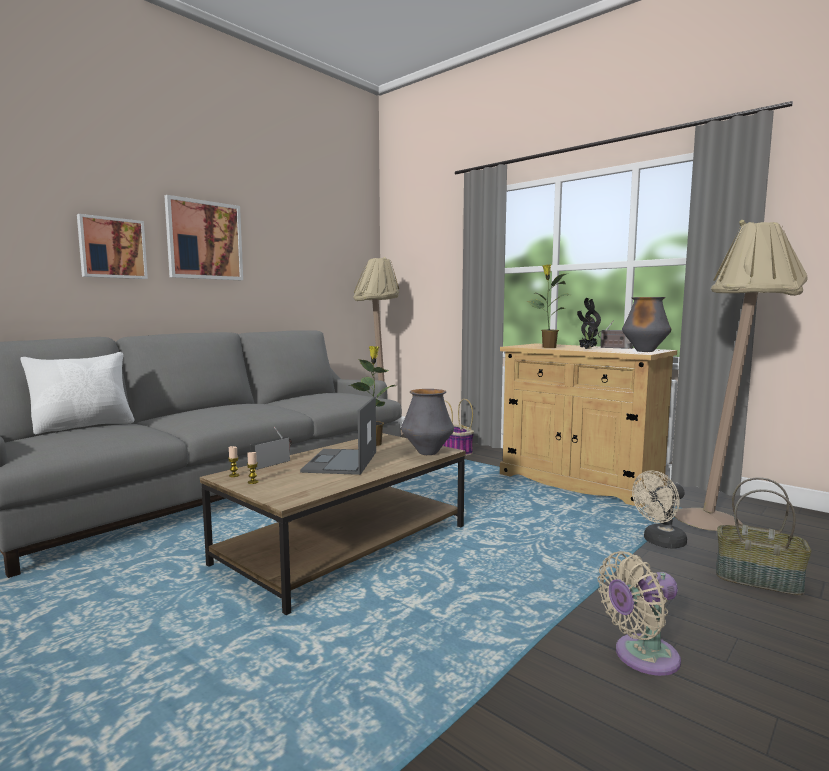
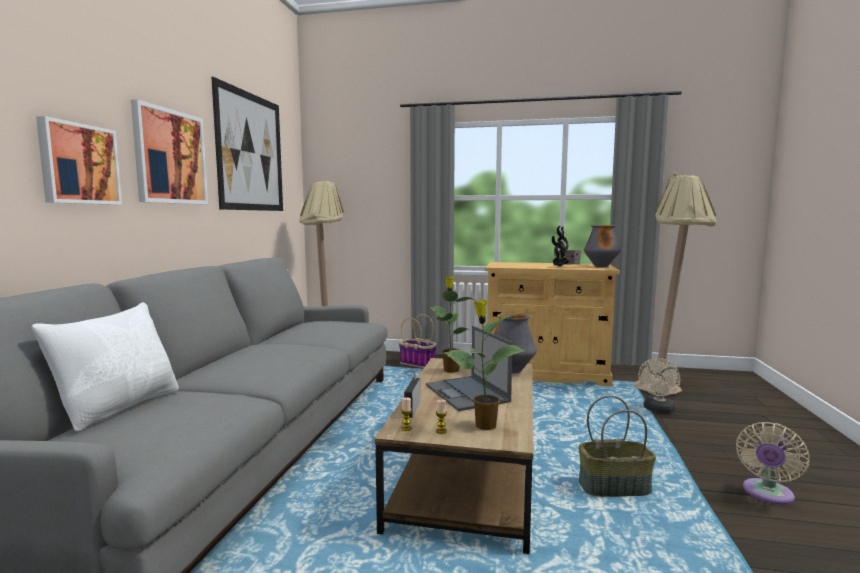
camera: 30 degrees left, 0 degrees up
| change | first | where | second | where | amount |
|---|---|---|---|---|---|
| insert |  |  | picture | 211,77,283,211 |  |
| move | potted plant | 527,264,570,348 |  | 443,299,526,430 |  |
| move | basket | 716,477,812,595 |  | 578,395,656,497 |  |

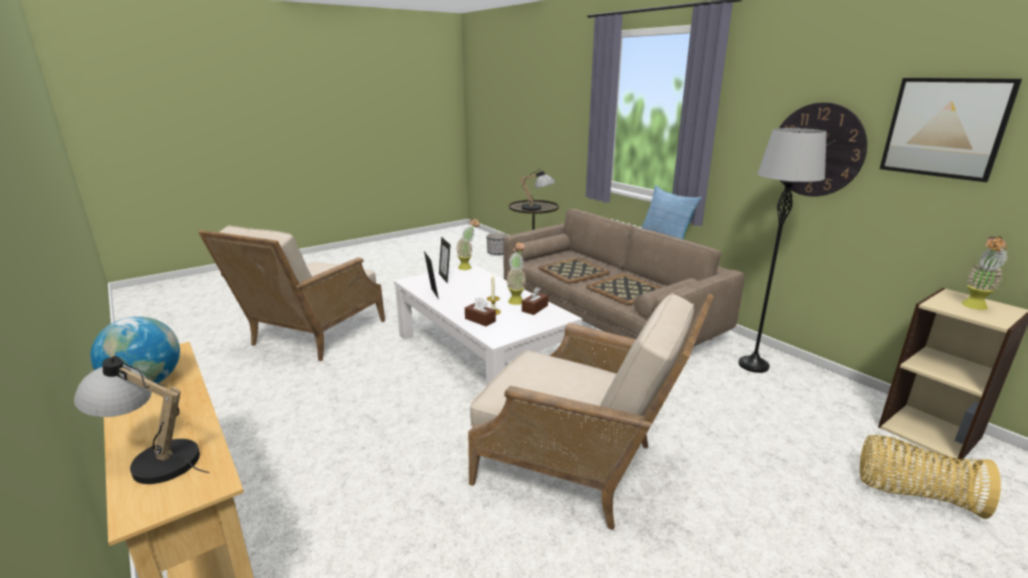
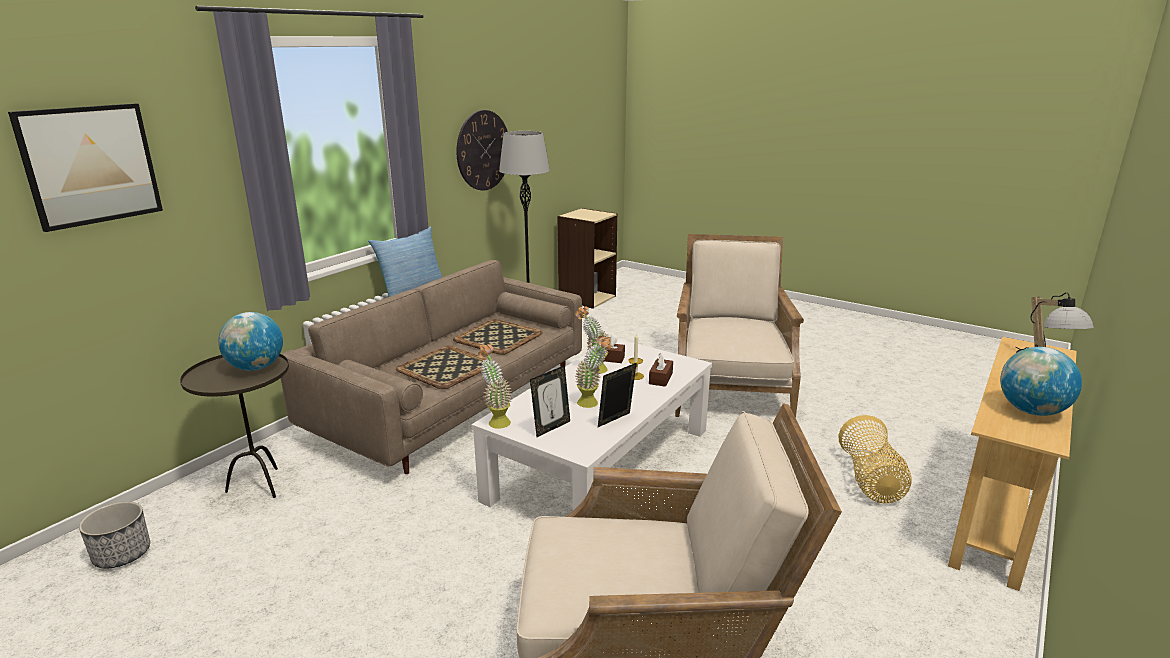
camera: 110 degrees left, 0 degrees up
| change | first | where | second | where | amount |
|---|---|---|---|---|---|
| move | basket | 860,435,1001,519 |  | 839,415,912,503 |  |
| move | picture | 880,78,1022,182 |  | 8,103,163,232 |  |
| move | potted plant | 962,236,1008,310 |  | 575,335,612,408 |  |
| replace | table lamp | 516,169,555,211 | globe | 218,312,283,371 |  |

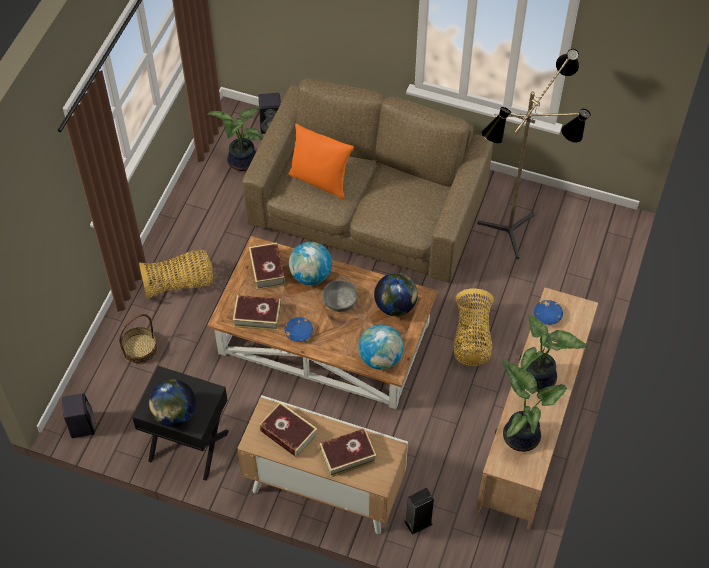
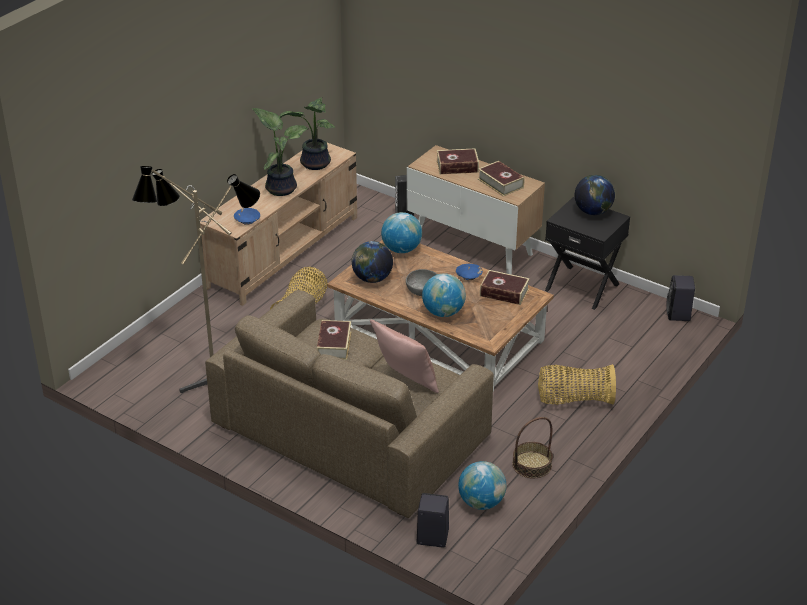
camera: 165 degrees left, 20 degrees down
| change | first | where | second | where | amount |
|---|---|---|---|---|---|
| move | basket | 119,314,158,364 |  | 512,417,553,478 |  |
| move | book | 249,243,285,290 |  | 317,320,351,360 |  |
| replace | potted plant | 207,107,264,171 | globe | 458,461,506,510 |  |
| recolor | orange pillow | 289,123,354,199 | pink pillow | 370,319,439,393 |  |

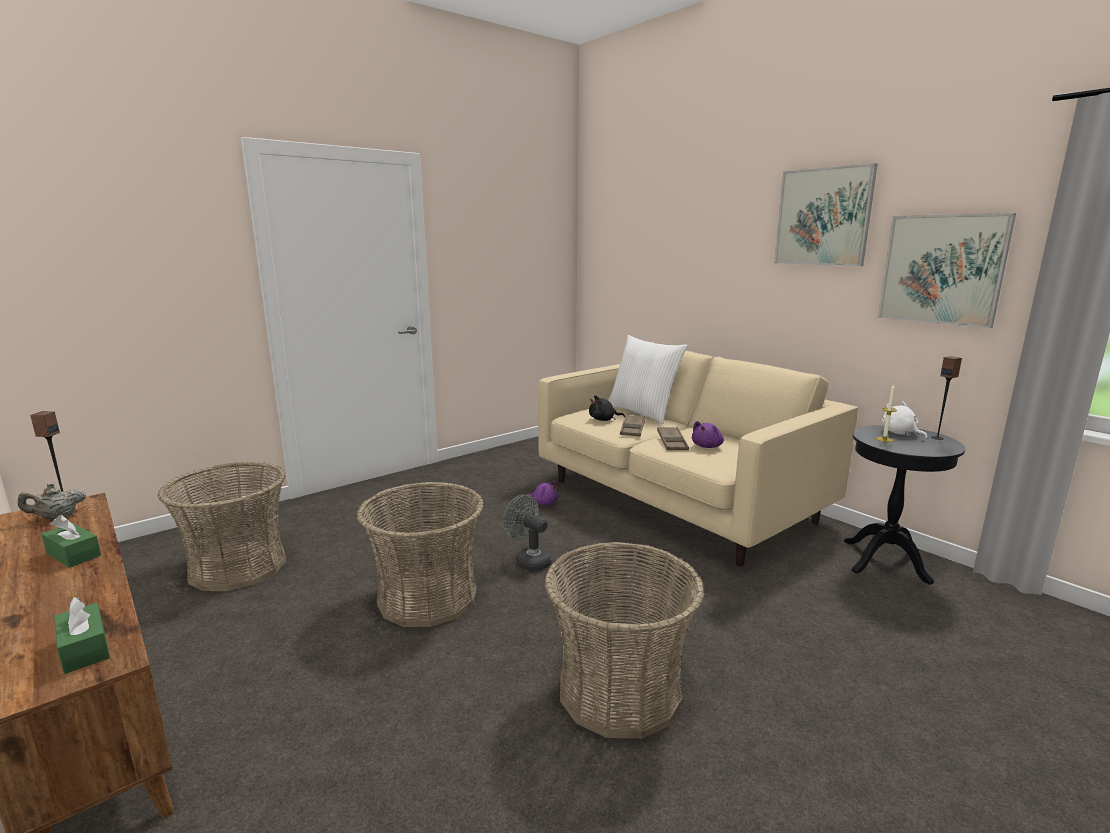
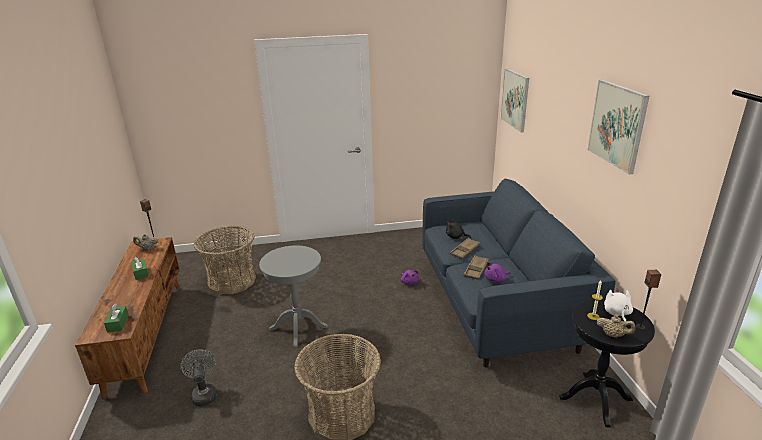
camera: 30 degrees right, 10 degrees up
| change | first | where | second | where | amount |
|---|---|---|---|---|---|
| delete | white pillow | 608,335,687,424 |  |  |  |
| insert |  |  | beige teapot | 597,314,636,338 |  |
| move | grey fan | 503,494,552,571 |  | 180,349,218,406 |  |
| move | picture | 878,213,1016,328 |  | 500,68,529,133 |  |
| replace | basket | 357,482,484,627 | grey side table | 259,245,328,347 |  |
| recolor | beige sofa | 538,351,858,567 | blue sofa | 422,179,616,368 |  |

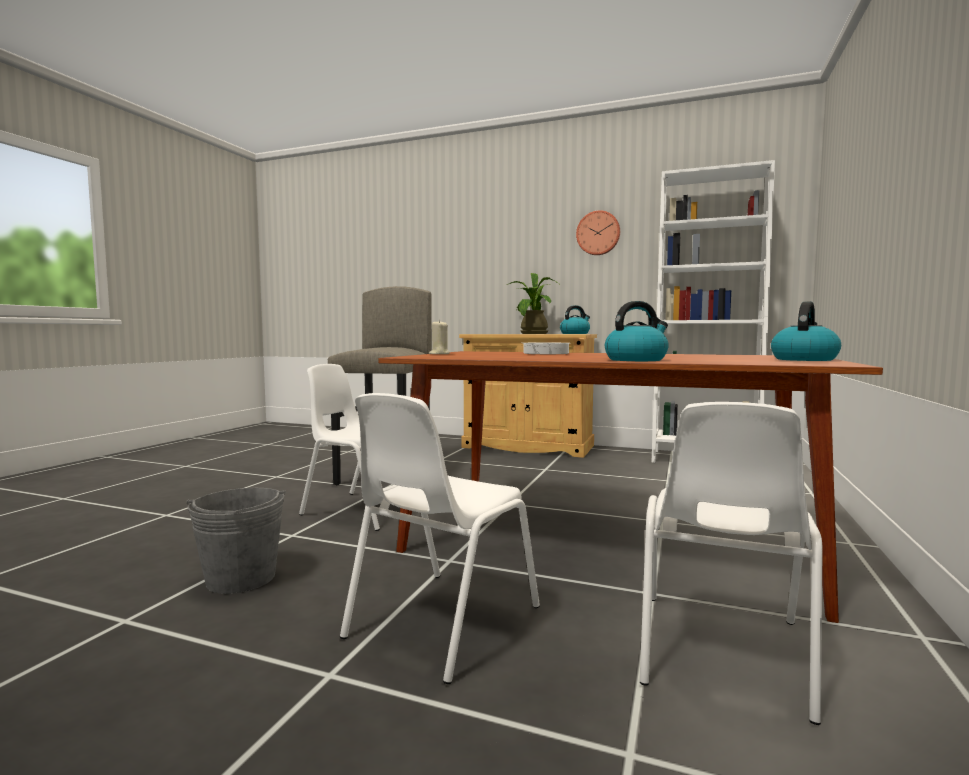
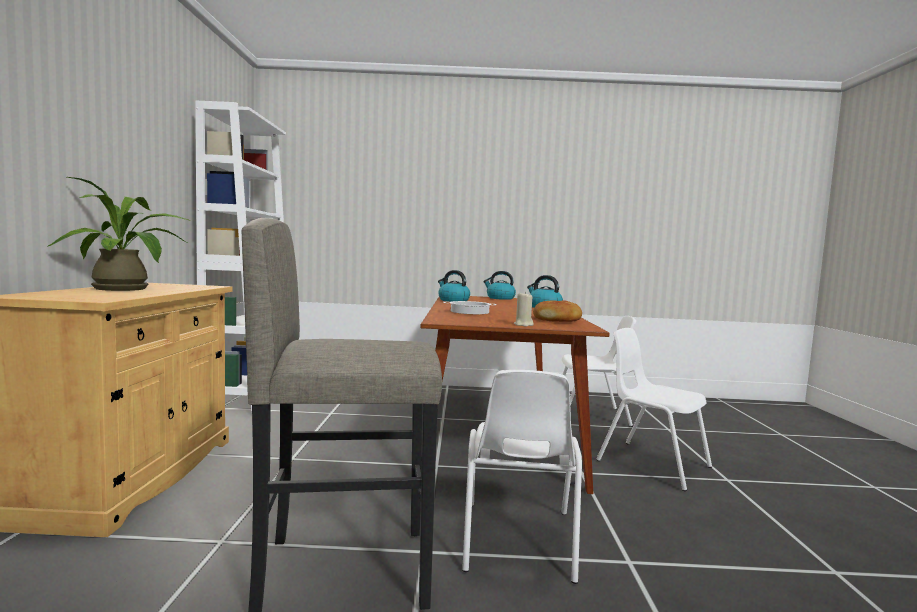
camera: 110 degrees left, 0 degrees up
| change | first | where | second | where | amount |
|---|---|---|---|---|---|
| delete | grey bucket | 186,488,286,594 |  |  |  |
| delete | wall clock | 576,210,620,255 |  |  |  |
| insert |  |  | bread | 533,300,582,322 |  |
| move | kettle | 560,305,590,334 |  | 438,270,470,302 |  |
| rotate | white chair | 340,393,540,684 |  | 596,328,712,491 | 150 degrees counterclockwise |

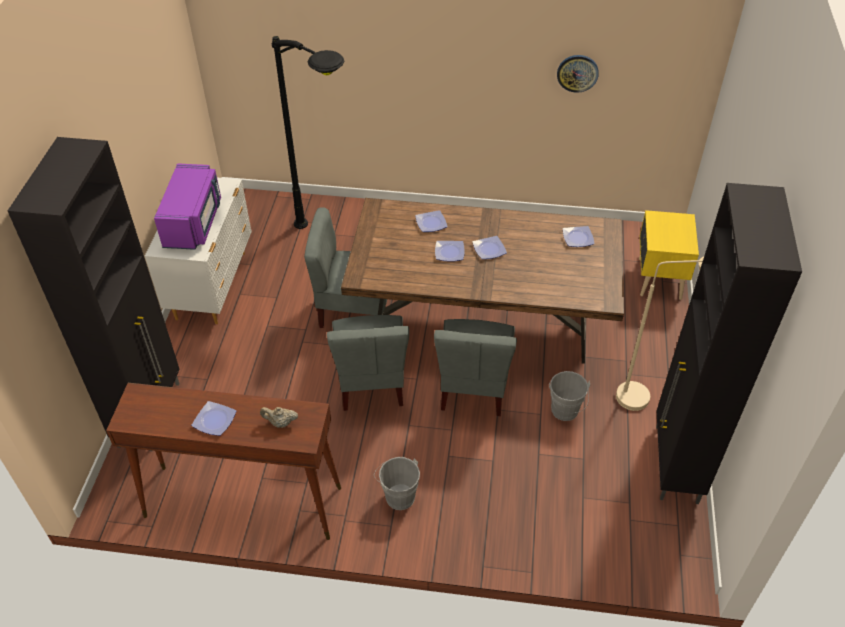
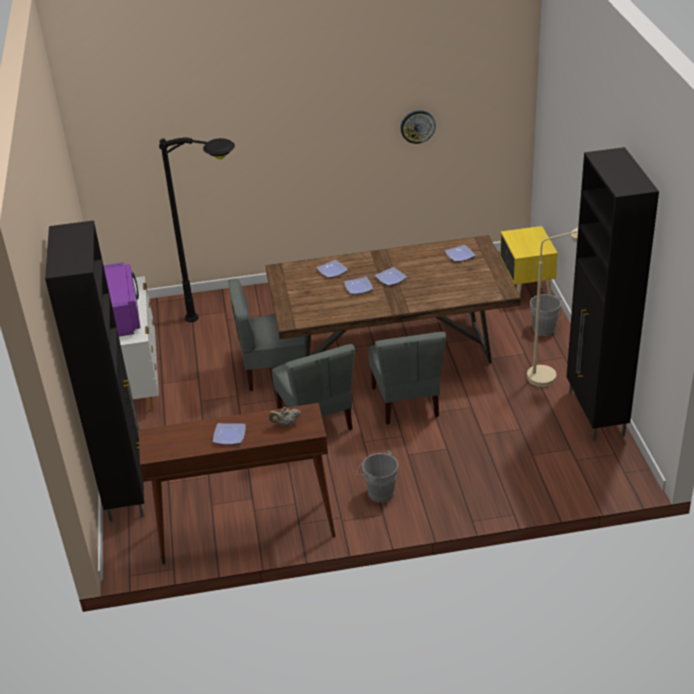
camera: 15 degrees left, 10 degrees down
| change | first | where | second | where | amount |
|---|---|---|---|---|---|
| move | grey bucket | 549,371,590,421 |  | 530,294,564,336 |  |

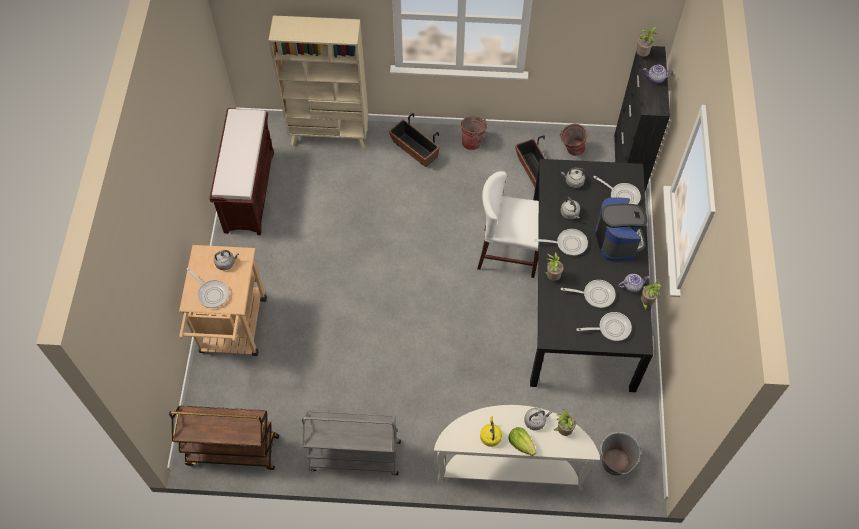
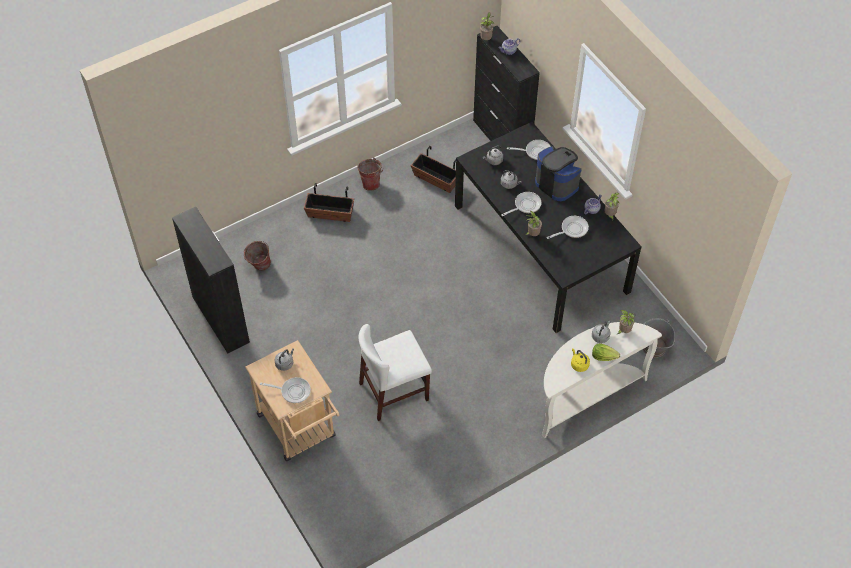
camera: 35 degrees left, 5 degrees down
| change | first | where | second | where | amount |
|---|---|---|---|---|---|
| delete | brown cart | 169,405,279,470 |  |  |  |
| delete | beige bookcase | 269,15,368,149 |  |  |  |
| delete | grey cart | 302,411,401,475 |  |  |  |
| delete | frying pan | 577,312,632,341 |  |  |  |
| move | white chair | 477,171,539,278 |  | 359,324,432,421 |  |
| move | bucket | 560,124,588,156 |  | 243,241,271,271 |  |
| replace | brown bench | 209,108,274,235 | black cabinet | 172,207,250,354 |  |

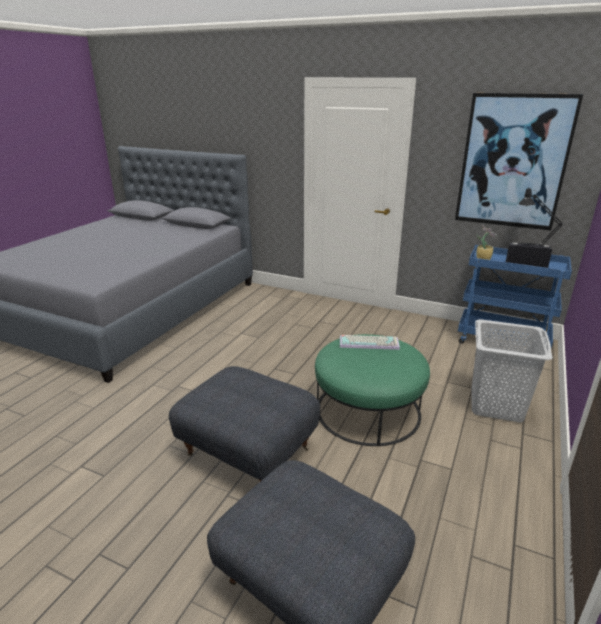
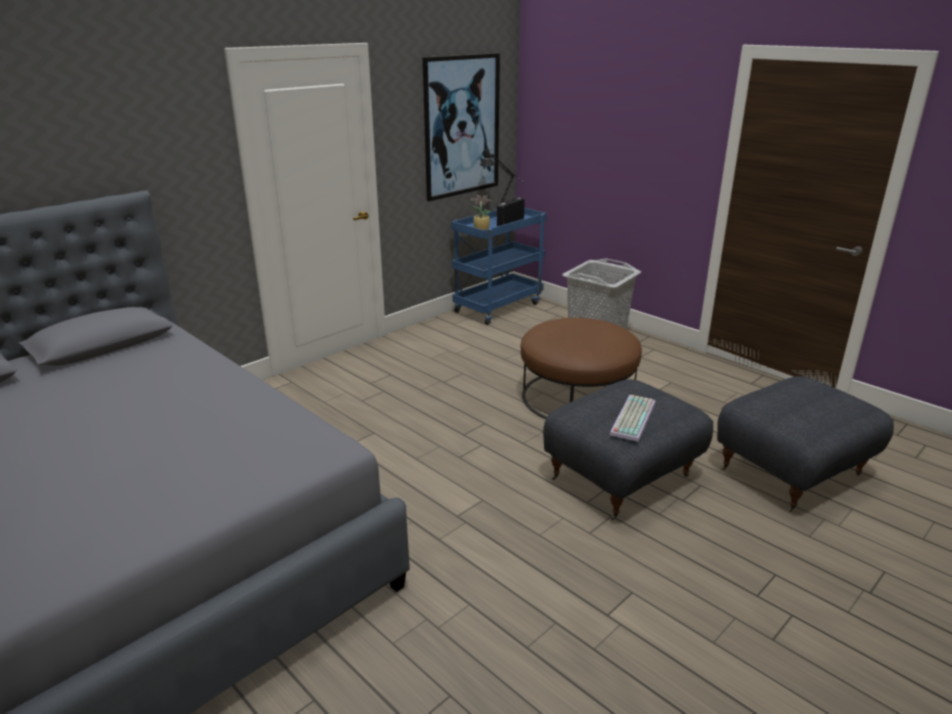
camera: 70 degrees left, 0 degrees up
| change | first | where | second | where | amount |
|---|---|---|---|---|---|
| move | keyboard | 340,335,400,350 |  | 609,395,656,442 |  |
| recolor | green ottoman | 315,334,430,446 | brown ottoman | 521,318,642,419 |  |

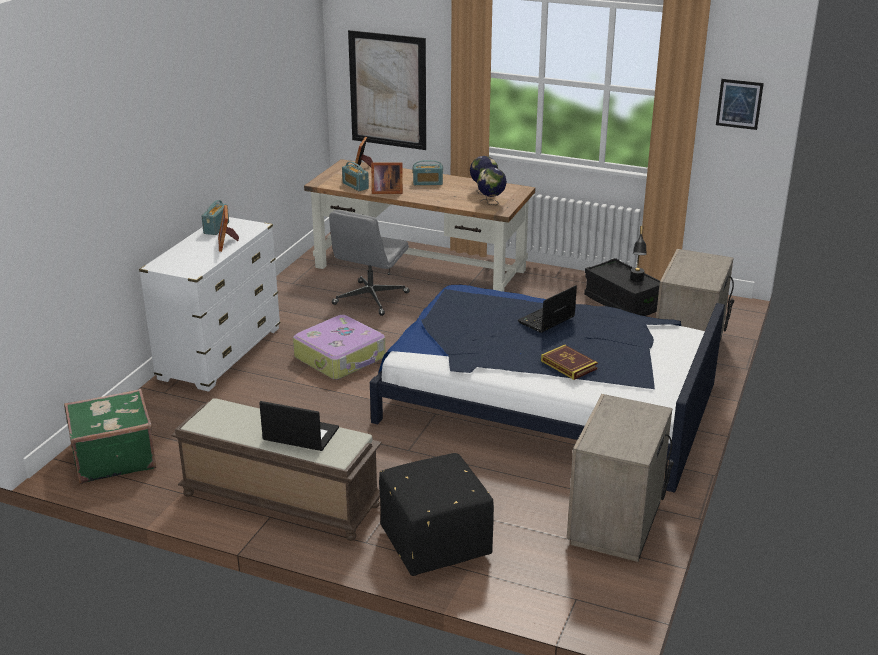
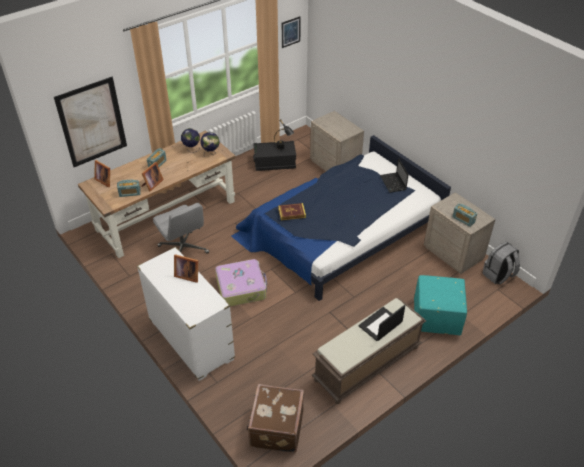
camera: 60 degrees left, 15 degrees up
| change | first | where | second | where | amount |
|---|---|---|---|---|---|
| insert |  |  | grey backpack | 483,242,520,284 |  |
| move | radio | 202,200,229,235 |  | 452,204,477,227 |  |
| move | laptop | 518,285,577,333 |  | 380,158,409,193 |  |
| move | book | 541,344,598,380 |  | 278,203,306,220 |  |
| recolor | green suitcase | 64,389,157,484 | brown suitcase | 247,384,304,453 |  |
| recolor | black ottoman | 379,453,494,576 | turquoise ottoman | 414,275,467,335 |  |

